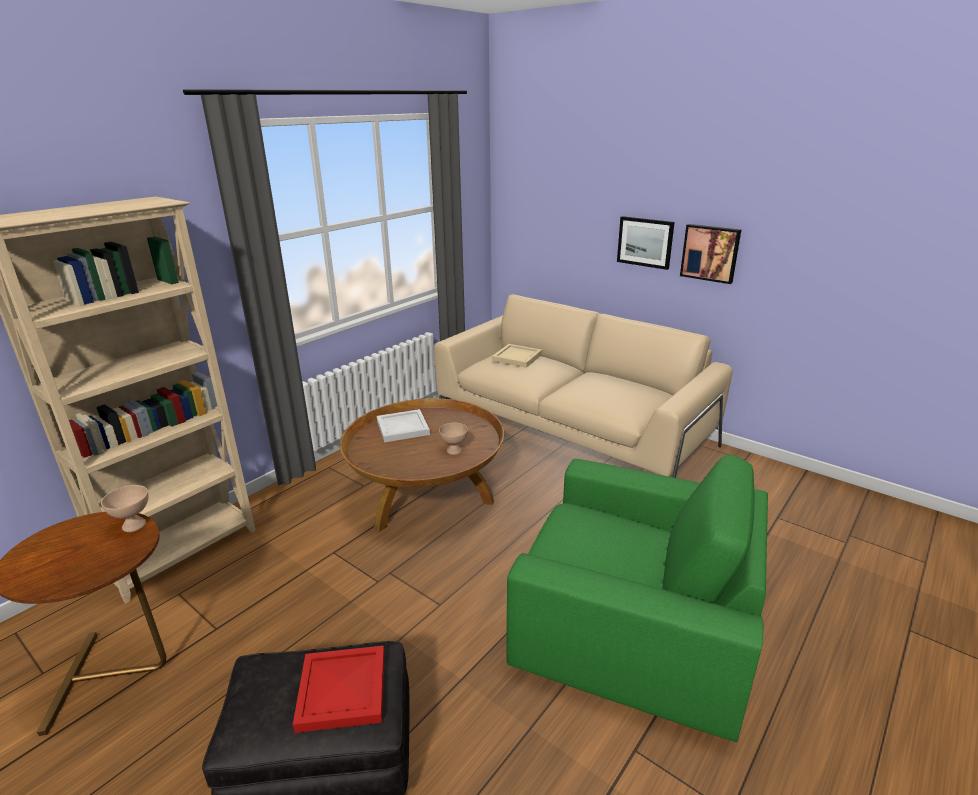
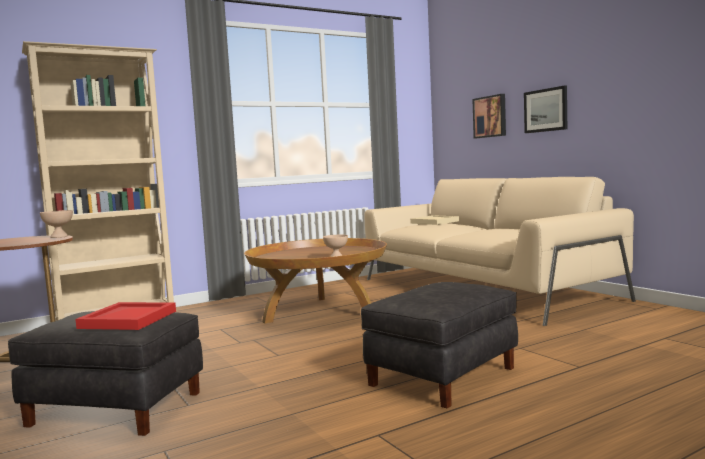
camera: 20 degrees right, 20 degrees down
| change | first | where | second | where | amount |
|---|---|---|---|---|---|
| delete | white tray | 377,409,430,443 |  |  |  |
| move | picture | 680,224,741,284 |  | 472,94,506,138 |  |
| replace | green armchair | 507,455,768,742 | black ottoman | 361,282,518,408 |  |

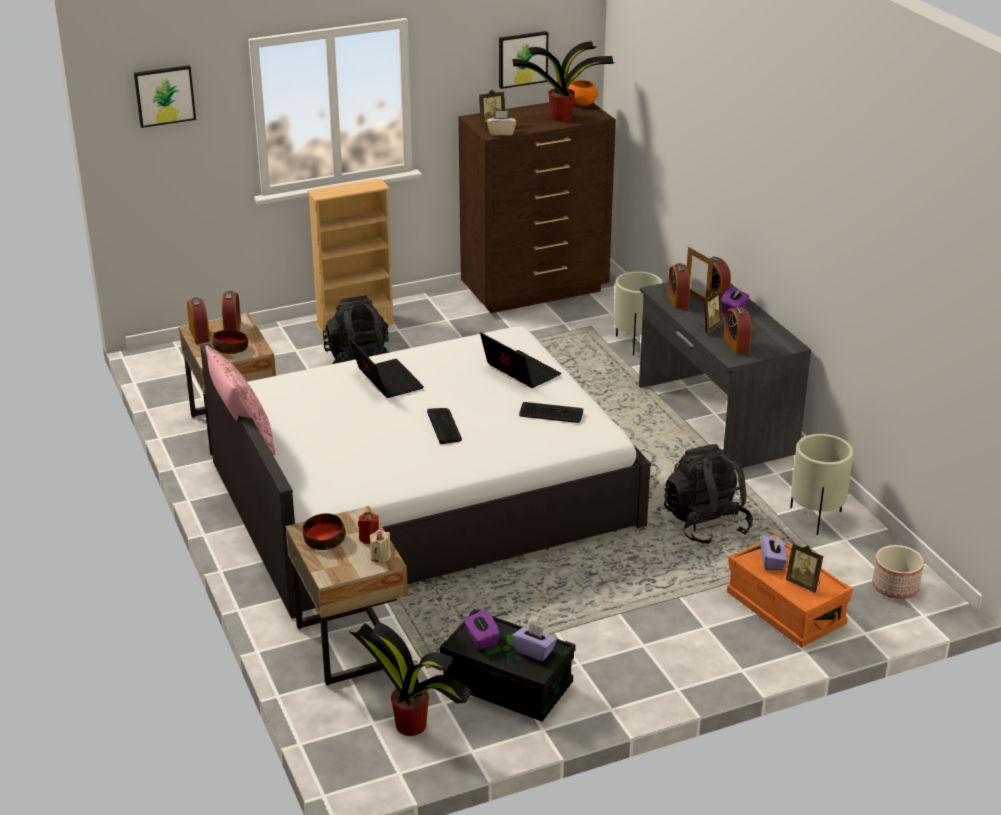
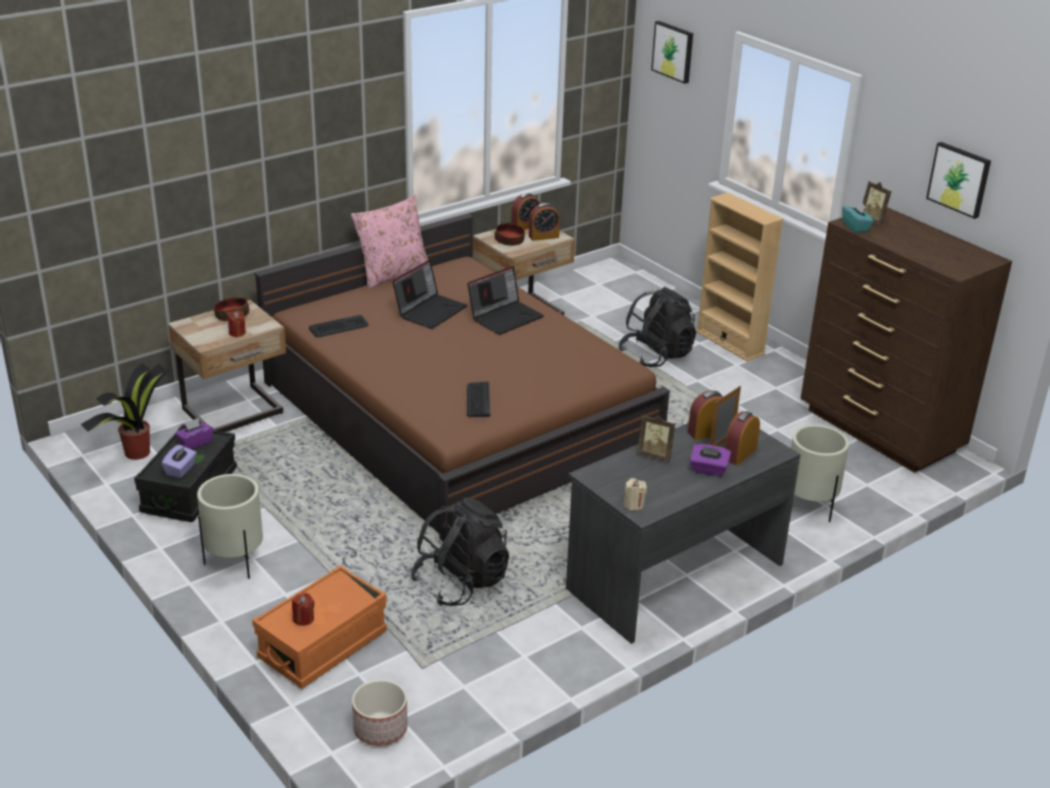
camera: 75 degrees right, 0 degrees up
| change | first | where | second | where | amount |
|---|---|---|---|---|---|
| delete | potted plant | 512,41,615,122 |  |  |  |
| delete | orange bowl | 569,80,598,106 |  |  |  |
| delete | alarm clock | 724,306,752,354 |  |  |  |
| delete | purple tissue box | 761,535,787,570 |  |  |  |
| move | beige candle | 370,530,391,562 |  | 624,478,647,511 |  |
| move | keyboard | 427,408,462,444 |  | 309,315,368,337 |  |
| move | laptop | 480,333,561,388 |  | 392,260,467,329 |  |
| move | beige planter | 790,434,853,535 |  | 197,474,263,579 |  |
| replace | picture frame | 785,543,823,593 | red candle | 292,593,315,626 |  |
| recolor | white bed | 200,326,651,619 | brown bed | 254,214,670,542 |  |
| recolor | beige tissue box | 487,111,516,135 | turquoise tissue box | 842,201,874,233 |  |

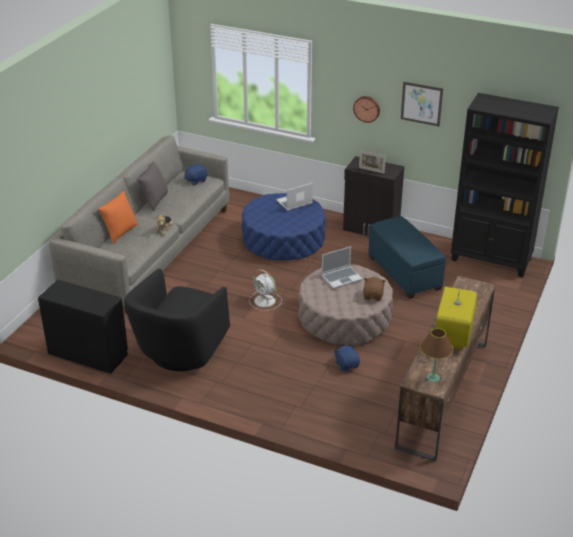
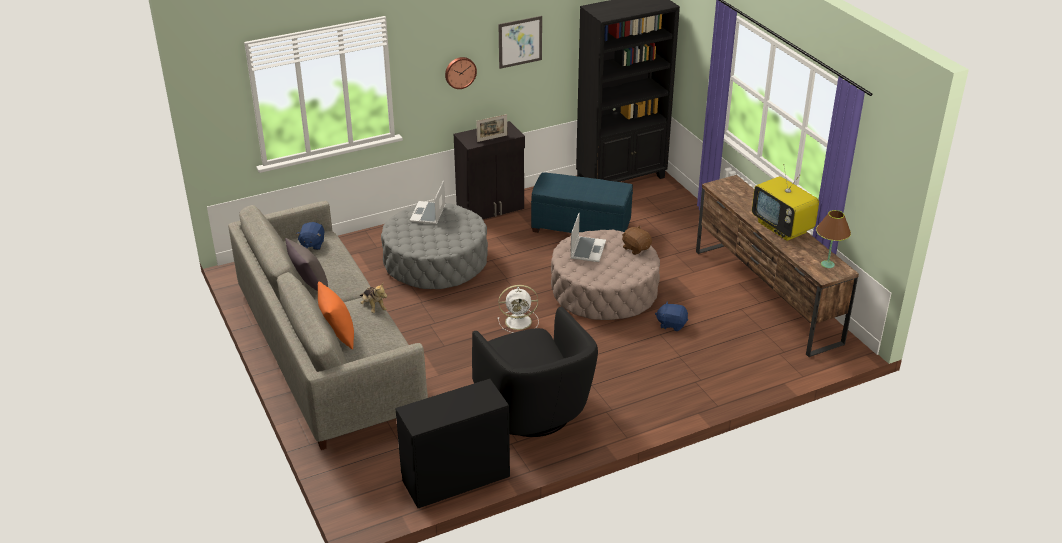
camera: 50 degrees left, 0 degrees up
| change | first | where | second | where | amount |
|---|---|---|---|---|---|
| recolor | blue ottoman | 242,193,326,260 | grey ottoman | 381,203,488,289 |  |

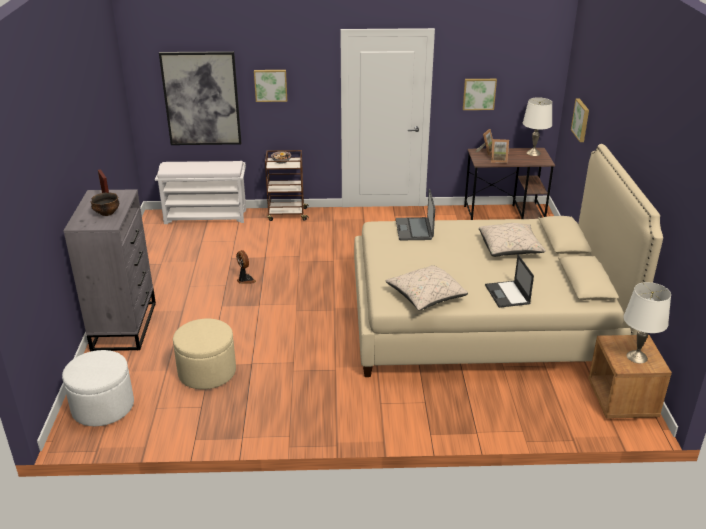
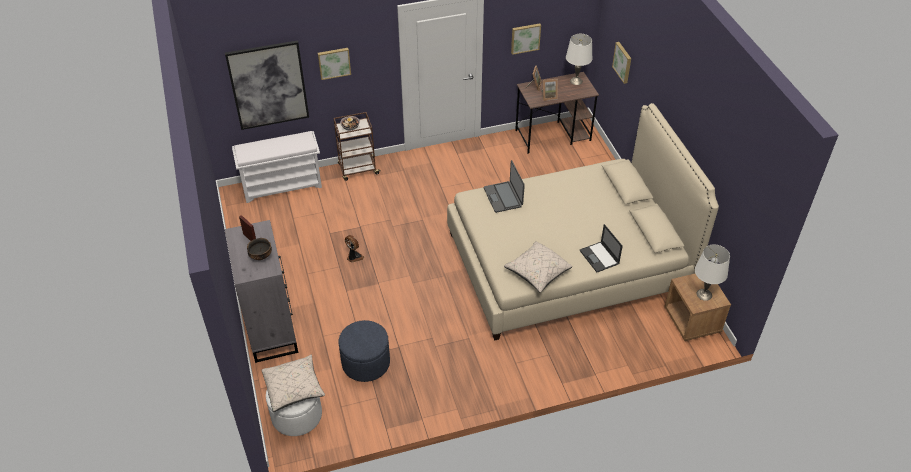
camera: 15 degrees left, 15 degrees up
| change | first | where | second | where | amount |
|---|---|---|---|---|---|
| move | beige pillow | 479,223,546,257 |  | 261,355,325,412 |  |
| recolor | beige ottoman | 173,319,236,389 | blue ottoman | 339,320,390,382 |  |

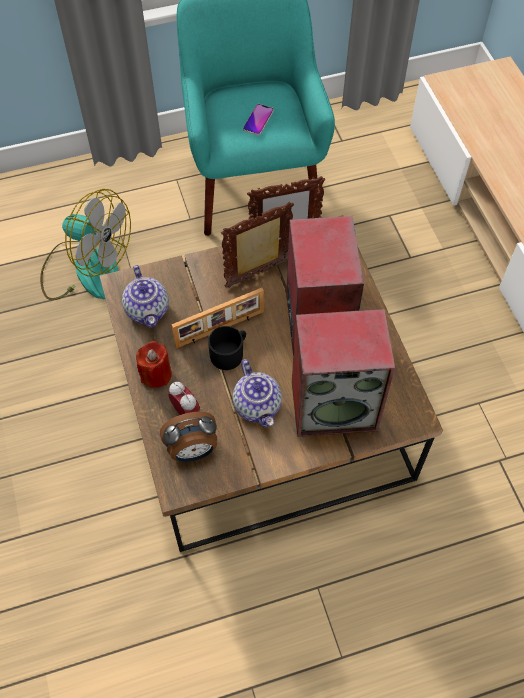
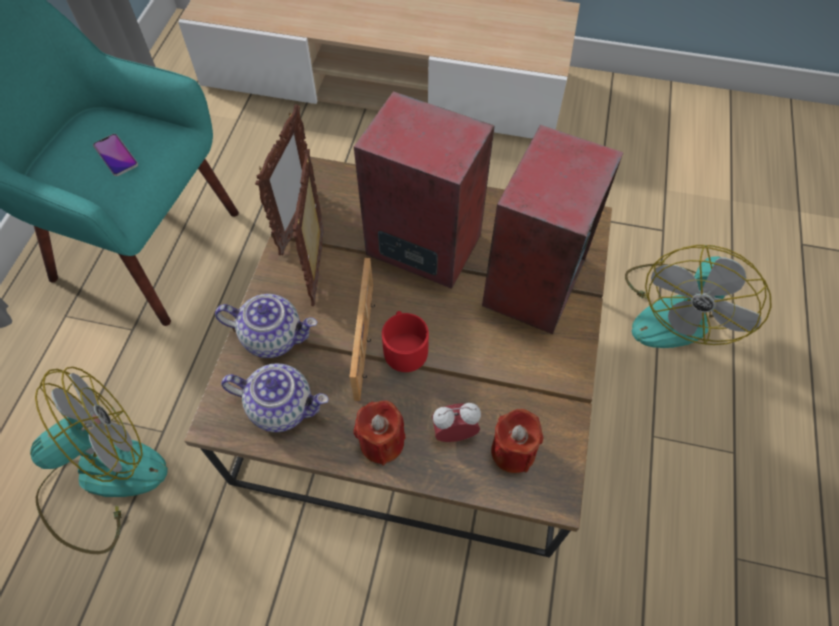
camera: 60 degrees left, 0 degrees up
| change | first | where | second | where | amount |
|---|---|---|---|---|---|
| insert |  |  | fan | 625,245,772,348 |  |
| move | teapot | 233,359,282,428 |  | 215,294,317,358 |  |
| replace | alarm clock | 160,412,217,462 | red candle | 491,409,544,473 |  |
| recolor | black mug | 208,326,246,370 | red mug | 382,311,429,372 |  |

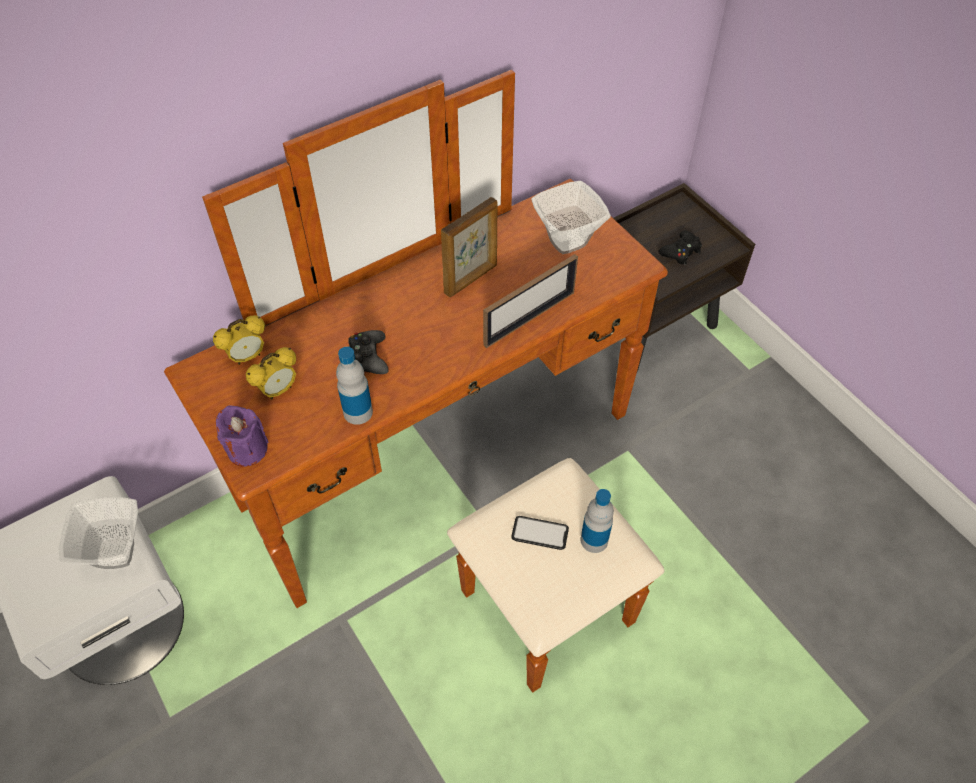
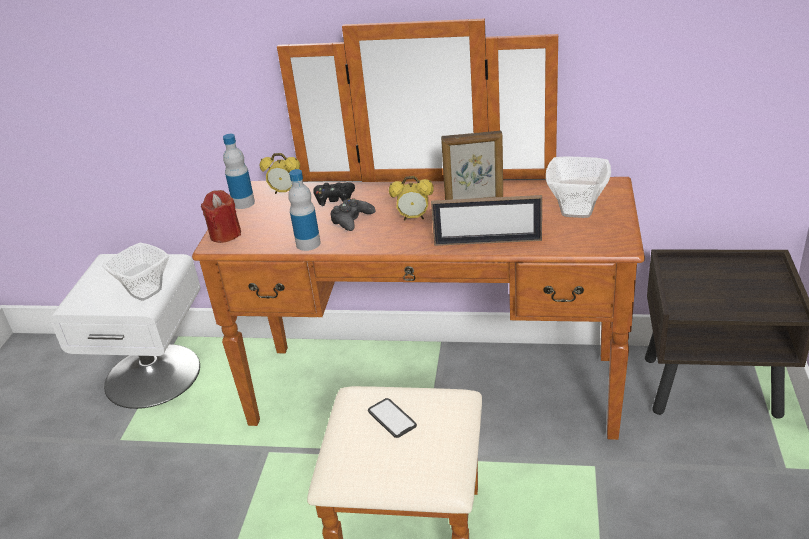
camera: 45 degrees right, 20 degrees down
| change | first | where | second | where | amount |
|---|---|---|---|---|---|
| move | alarm clock | 246,347,296,400 |  | 389,176,434,221 |  |
| move | bottle | 581,489,614,553 |  | 223,134,255,209 |  |
| move | black game controller | 658,231,702,265 |  | 313,182,355,206 |  |
| recolor | purple candle | 216,405,269,467 | red candle | 201,190,241,243 |  |

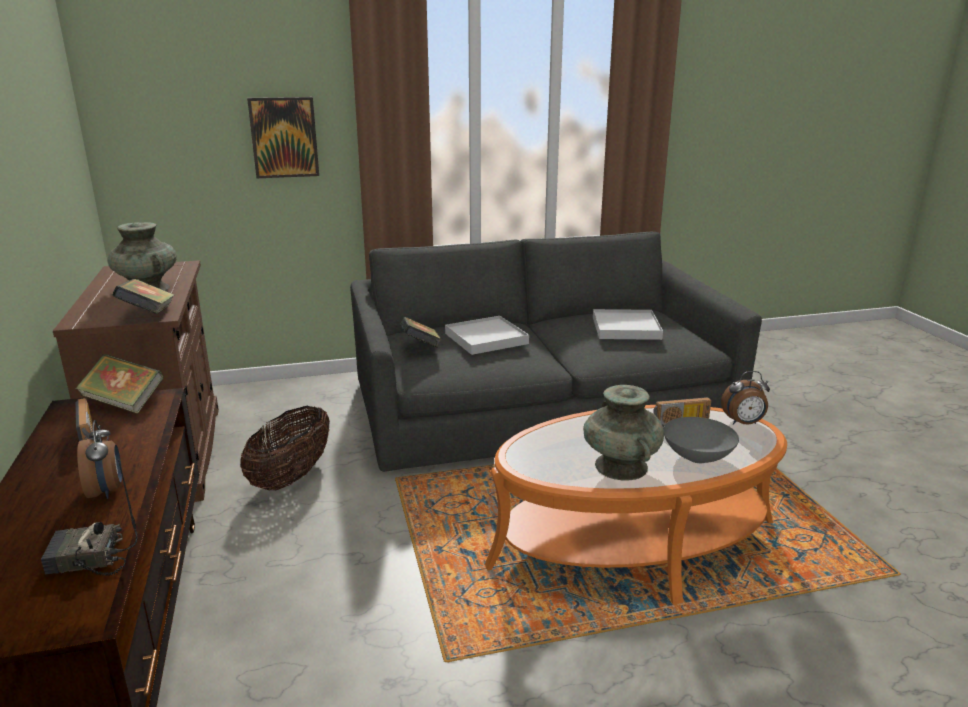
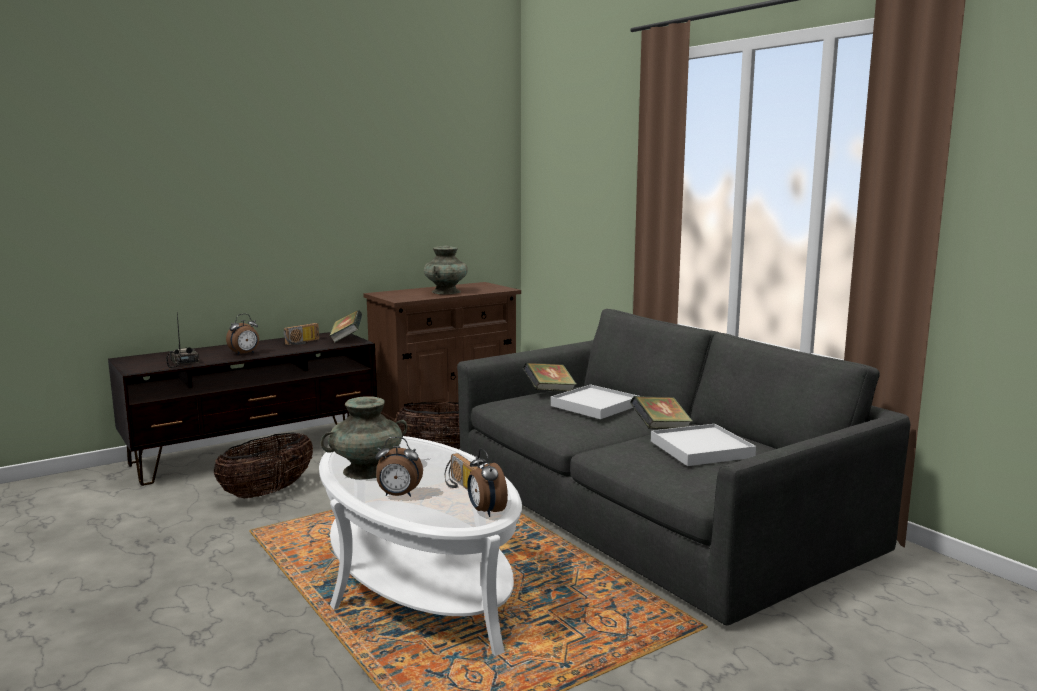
camera: 70 degrees right, 10 degrees down
| change | first | where | second | where | amount |
|---|---|---|---|---|---|
| delete | picture | 247,97,319,178 |  |  |  |
| insert |  |  | basket | 214,432,313,498 |  |
| move | book | 112,279,174,314 |  | 630,396,693,429 |  |
| replace | grey bowl | 663,417,739,463 | alarm clock | 375,437,423,497 |  |
| recolor | orange coffee table | 485,405,787,604 | white coffee table | 319,436,522,656 |  |

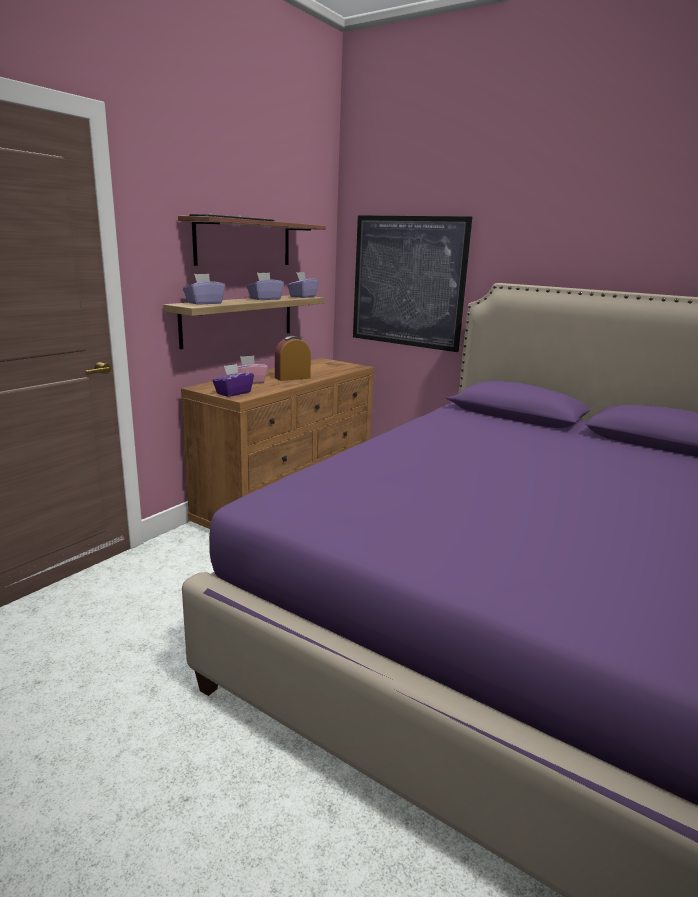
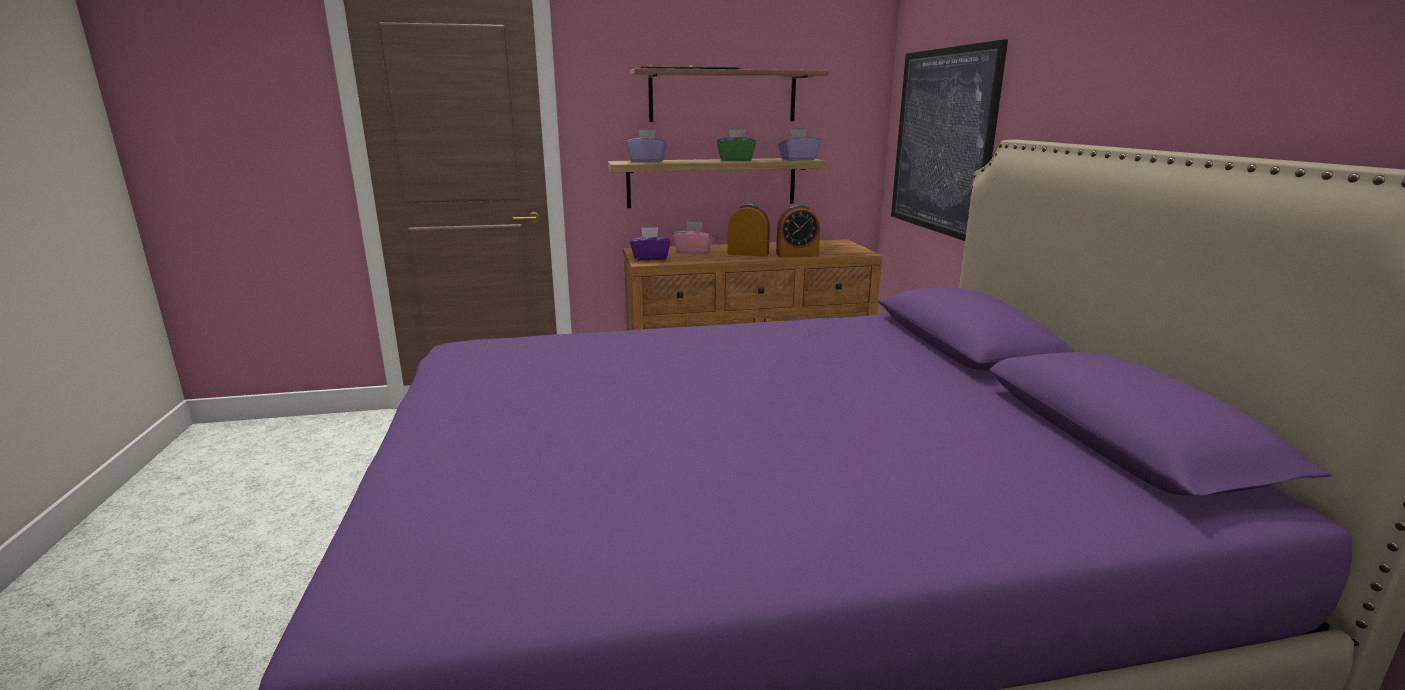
camera: 45 degrees right, 0 degrees up
| change | first | where | second | where | amount |
|---|---|---|---|---|---|
| insert |  |  | alarm clock | 776,204,820,257 |  |
| recolor | purple tissue box | 246,273,284,300 | green tissue box | 717,129,756,161 |  |

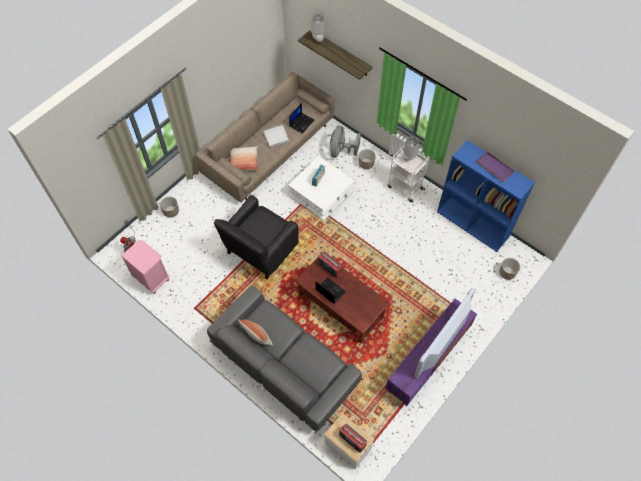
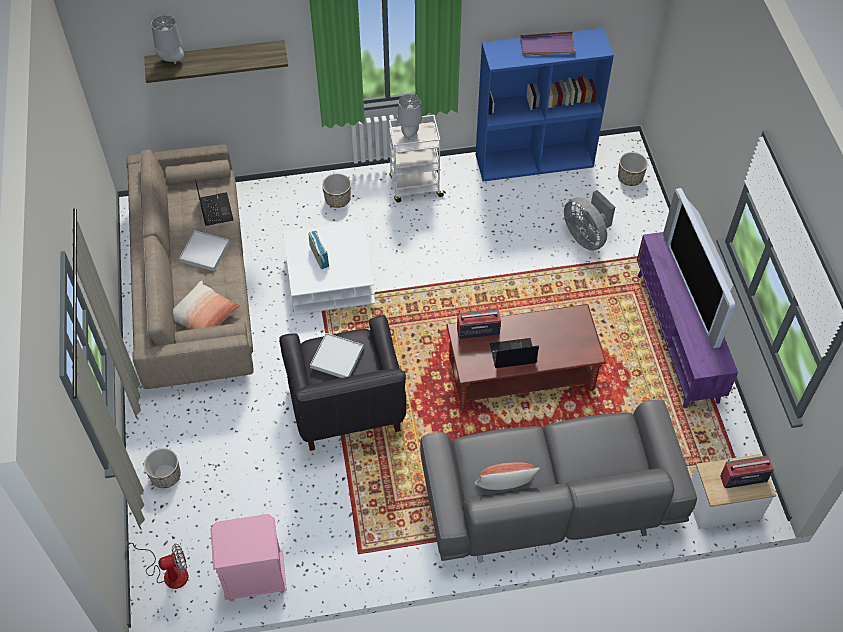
camera: 50 degrees left, 5 degrees down
| change | first | where | second | where | amount |
|---|---|---|---|---|---|
| insert |  |  | white tray | 310,333,364,378 |  |
| move | grey fan | 330,126,361,158 |  | 564,190,615,251 |  |

